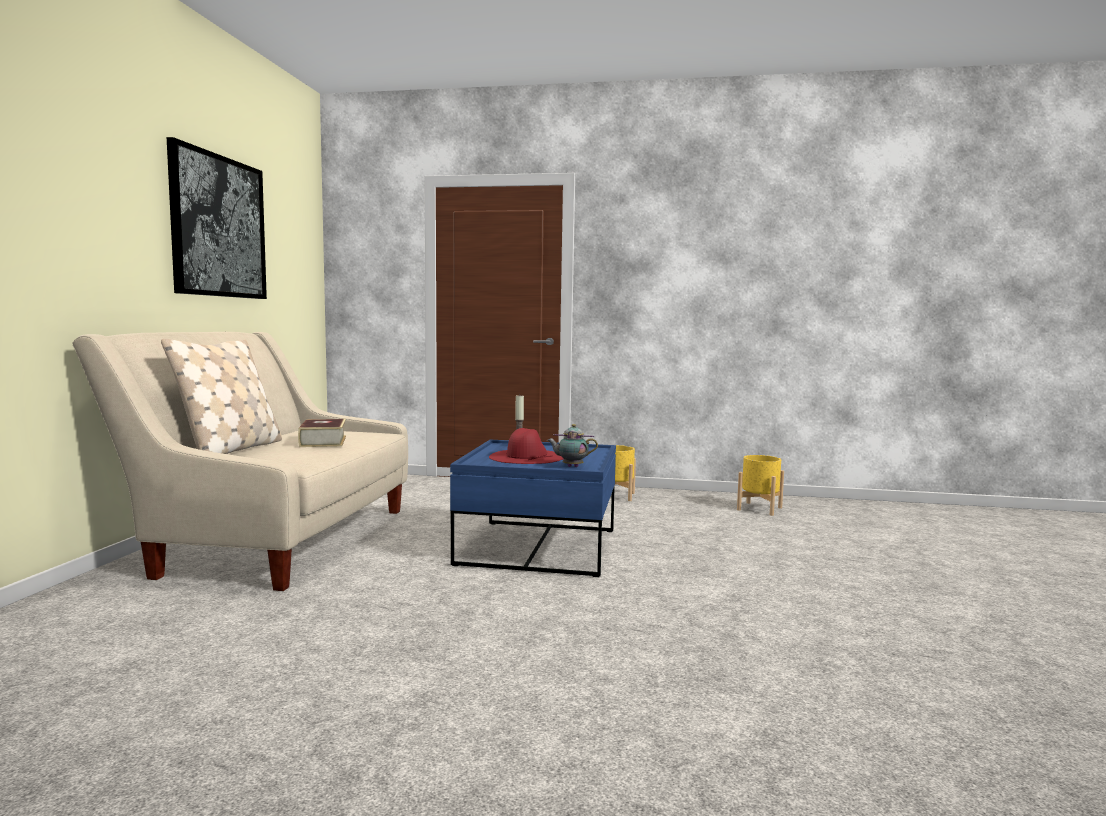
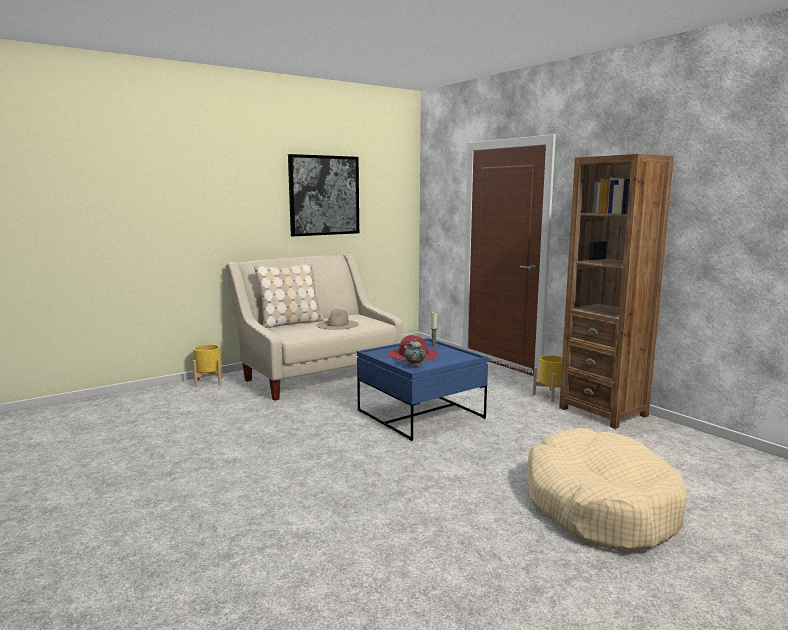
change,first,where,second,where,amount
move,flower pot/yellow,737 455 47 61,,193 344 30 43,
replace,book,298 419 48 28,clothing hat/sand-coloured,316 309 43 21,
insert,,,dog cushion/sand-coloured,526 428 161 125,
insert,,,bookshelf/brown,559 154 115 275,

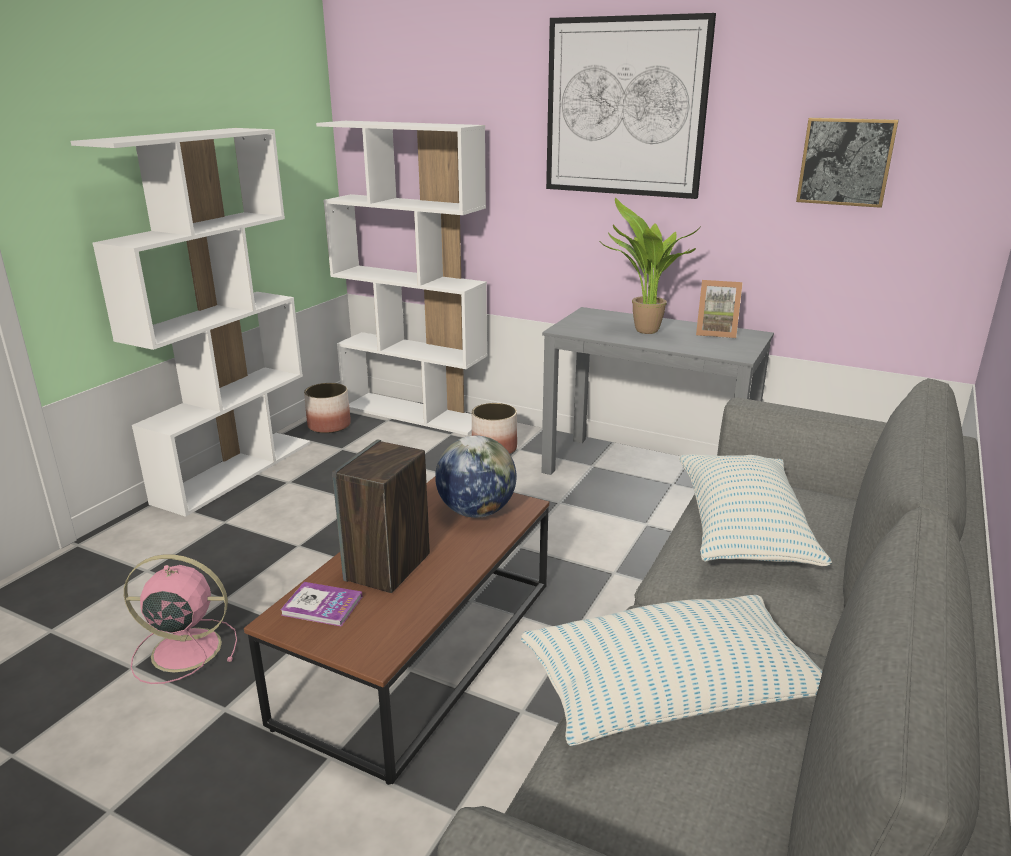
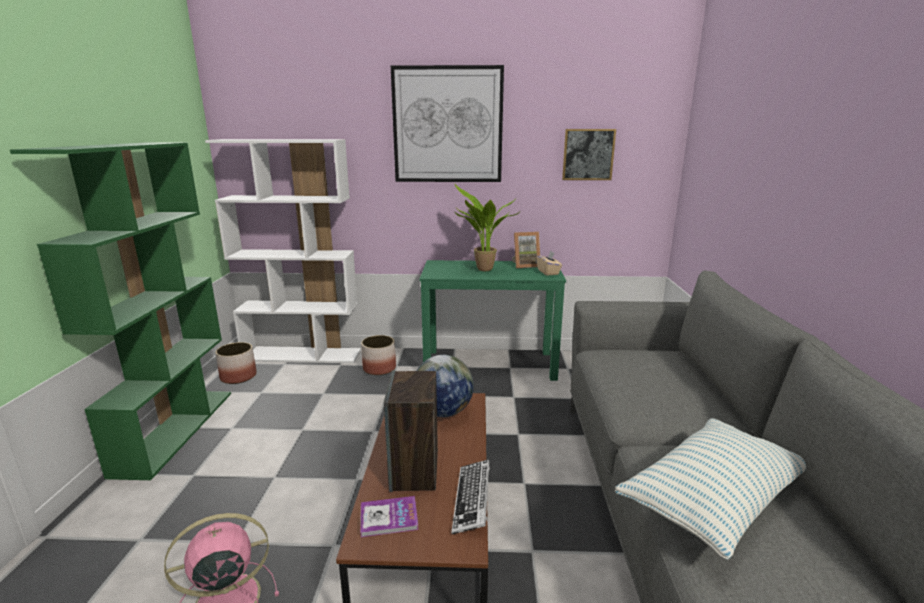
change,first,where,second,where,amount
recolor,bookshelf/whitish,71 128 239 389,bookshelf/green-coloured,10 143 221 337,
recolor,desk unit/grey,542 307 232 168,desk unit/green-coloured,419 260 147 121,
insert,,,PC keyboard,451 460 39 75,
insert,,,tissue box/sand-coloured,536 251 26 25,
delete,cushion,679 454 153 112,,,

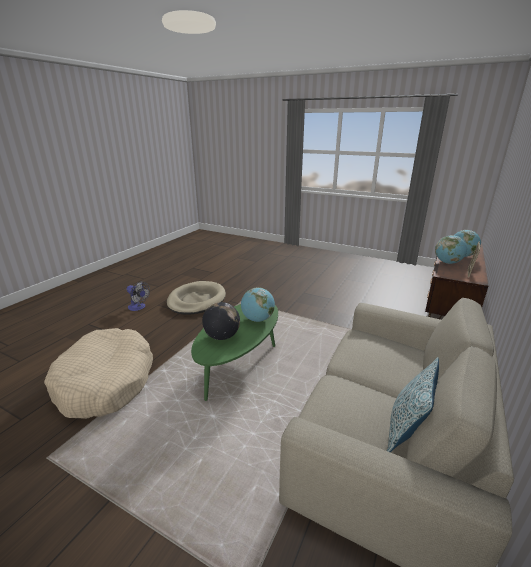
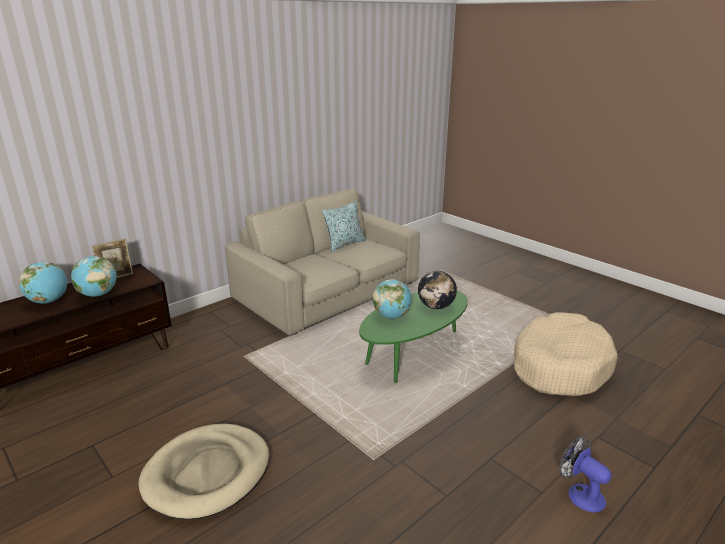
change,first,where,second,where,amount
move,dog cushion/sand-coloured,167 281 59 34,,138 424 131 96,

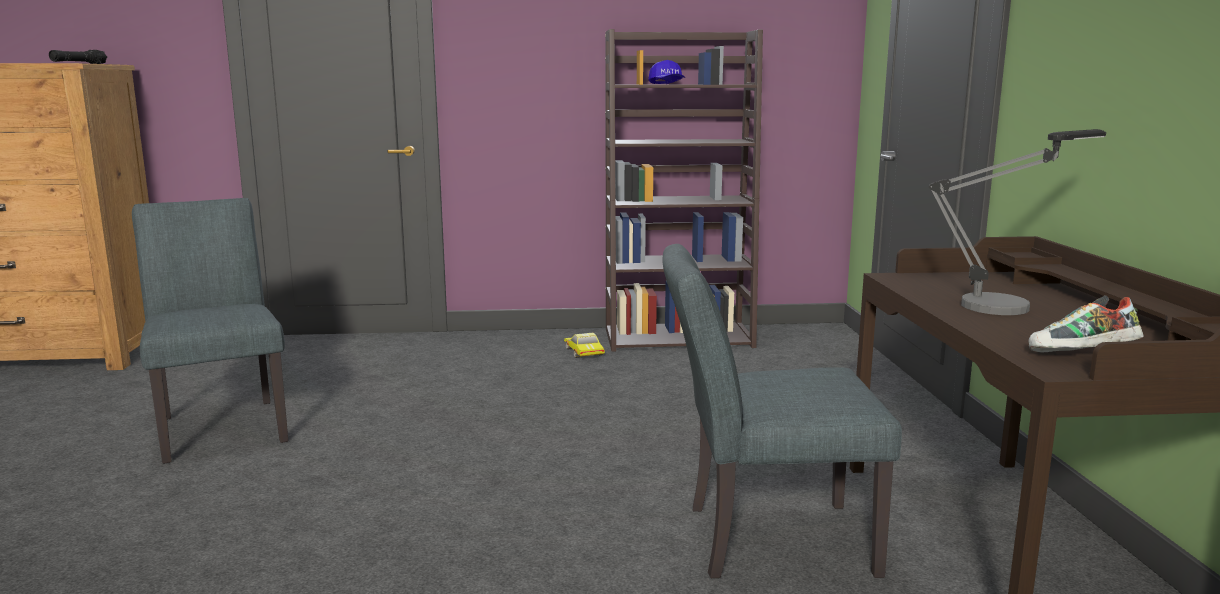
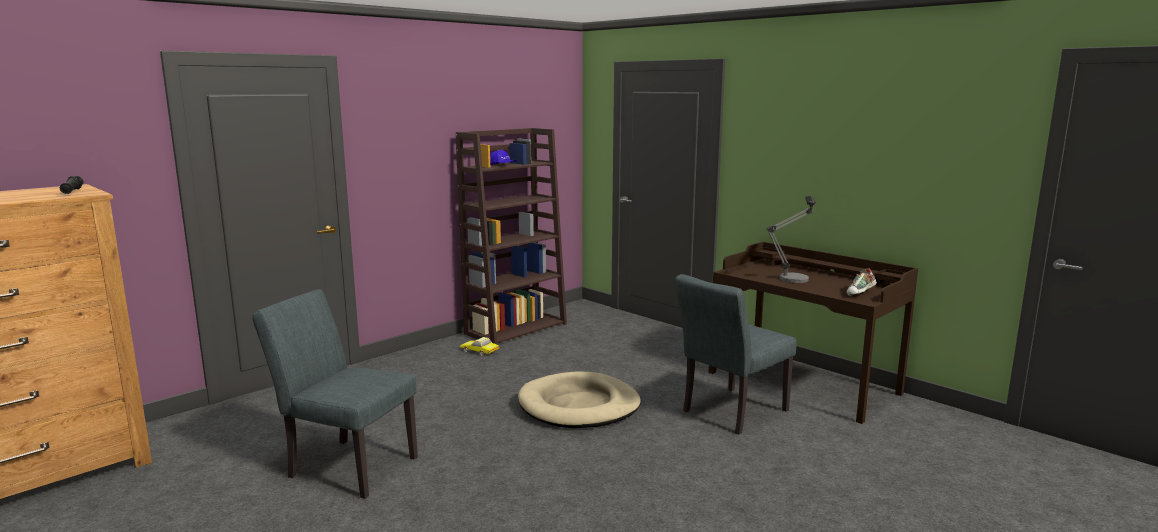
change,first,where,second,where,amount
insert,,,dog cushion/sand-coloured,518 371 123 57,

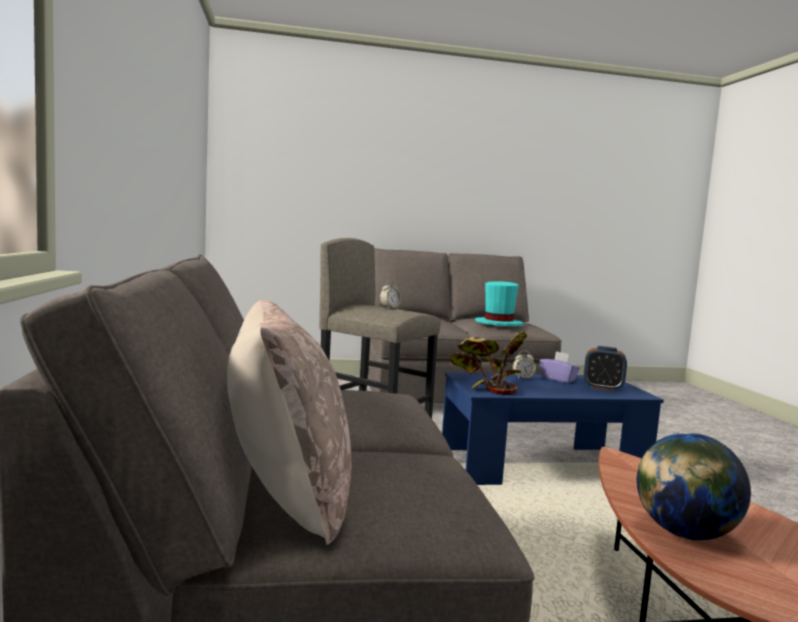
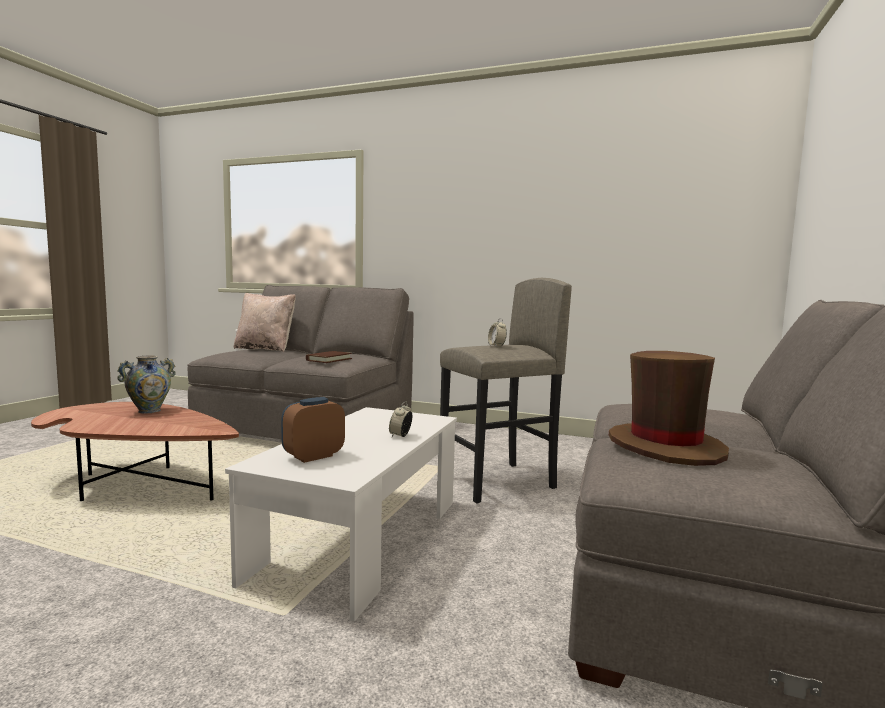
change,first,where,second,where,amount
replace,desk globe,637 432 114 108,vase,117 355 59 59,
recolor,low table/blue-coloured,442 372 222 113,low table/whitish,225 407 232 215,
insert,,,book/brown,306 351 46 12,
recolor,clothing hat/turquoise,475 281 49 45,clothing hat/brown,609 351 120 115,
delete,plant in a pot,449 332 78 63,,,
delete,tissue box/purple-coloured,540 351 40 32,,,

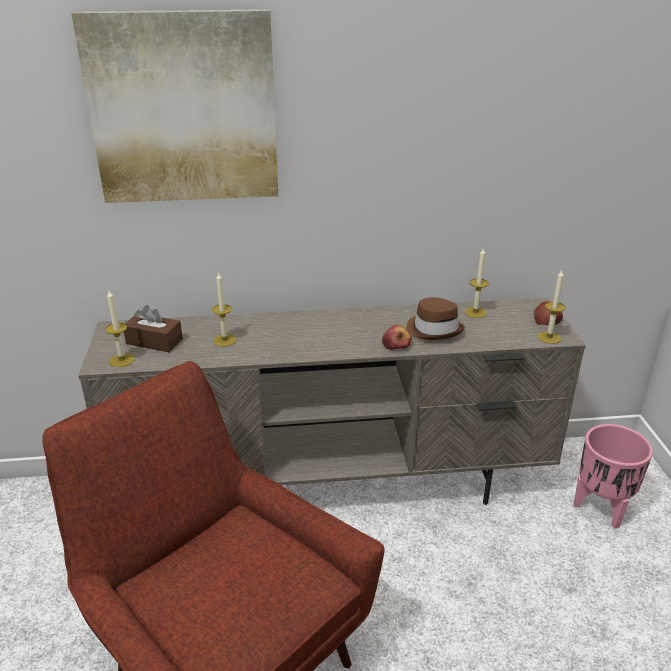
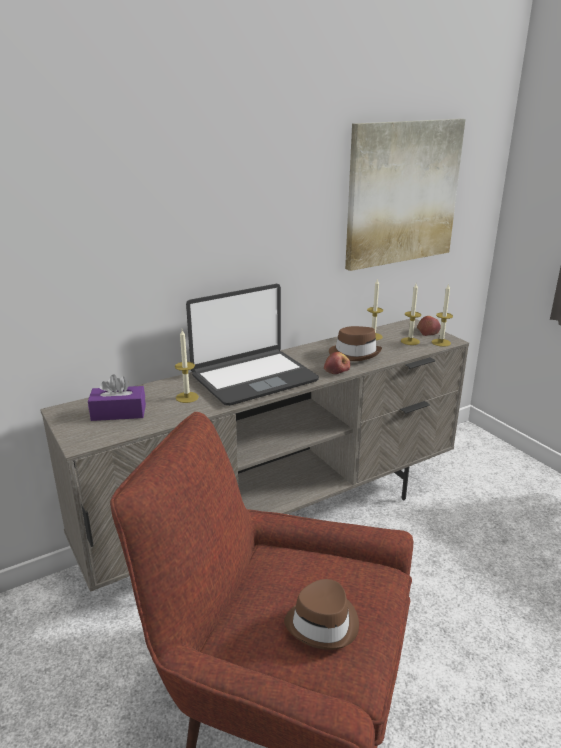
change,first,where,second,where,amount
recolor,tissue box/brown,124 305 59 47,tissue box/purple-coloured,88 374 58 47,
insert,,,notebook computer,186 284 133 122,
insert,,,clothing hat/brown,284 579 75 71,
move,picture,71 9 207 194,,345 119 120 152,
move,wax candle,105 291 30 76,,401 283 20 62,
delete,flower pot/pinkish,574 424 79 105,,,

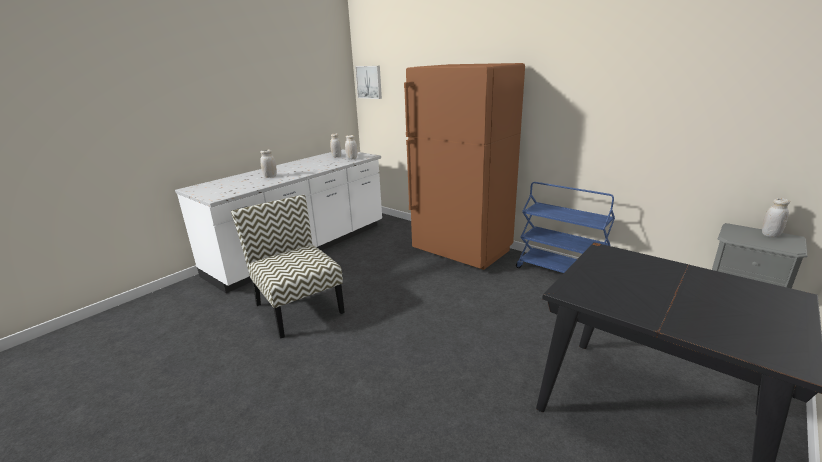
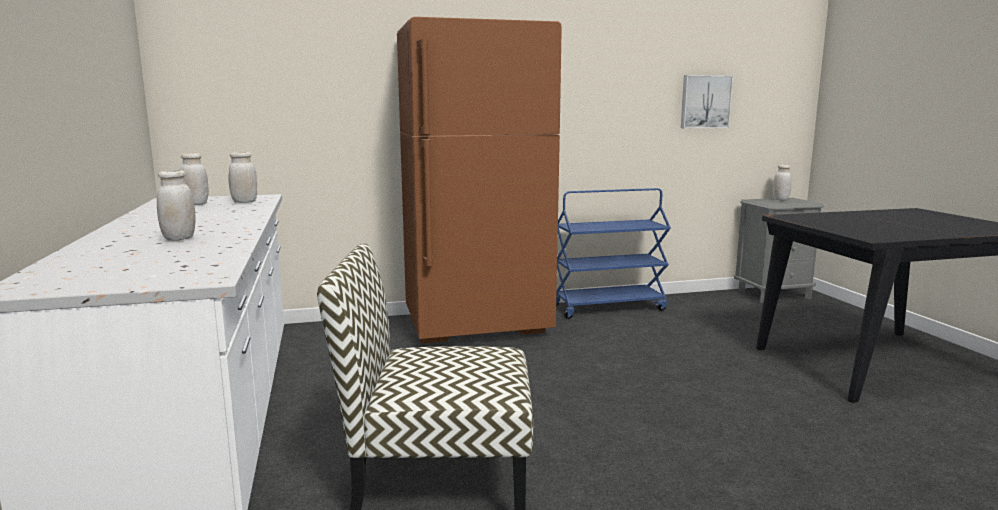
change,first,where,second,where,amount
move,picture,355 66 27 33,,681 75 52 53,

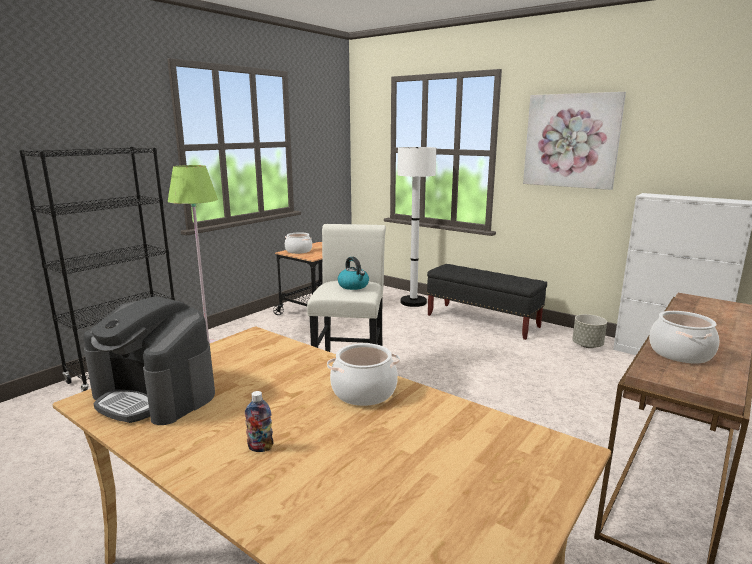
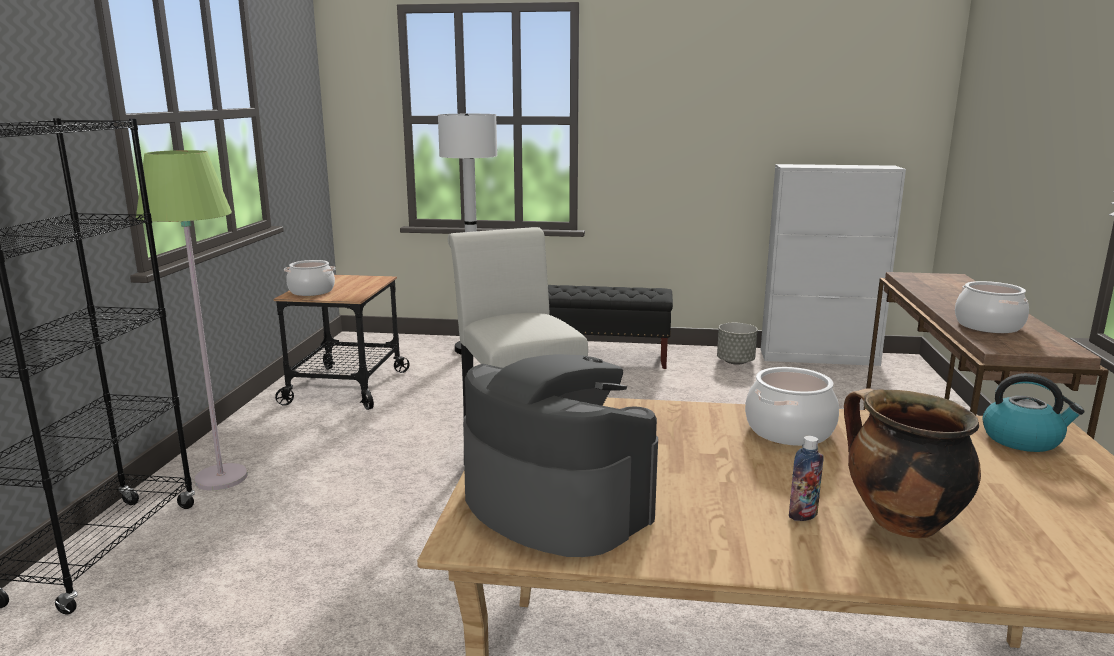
change,first,where,second,where,amount
rotate,coffee maker,84 296 131 129,,463 354 195 203,135 degrees counterclockwise
insert,,,saucepot,844 389 137 150,
move,water kettle,338 257 31 33,,983 373 102 79,
delete,picture,523 92 103 98,,,

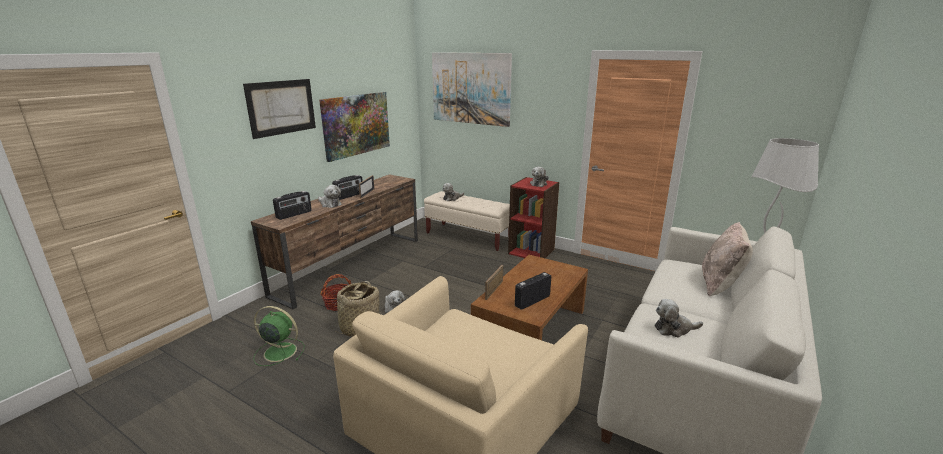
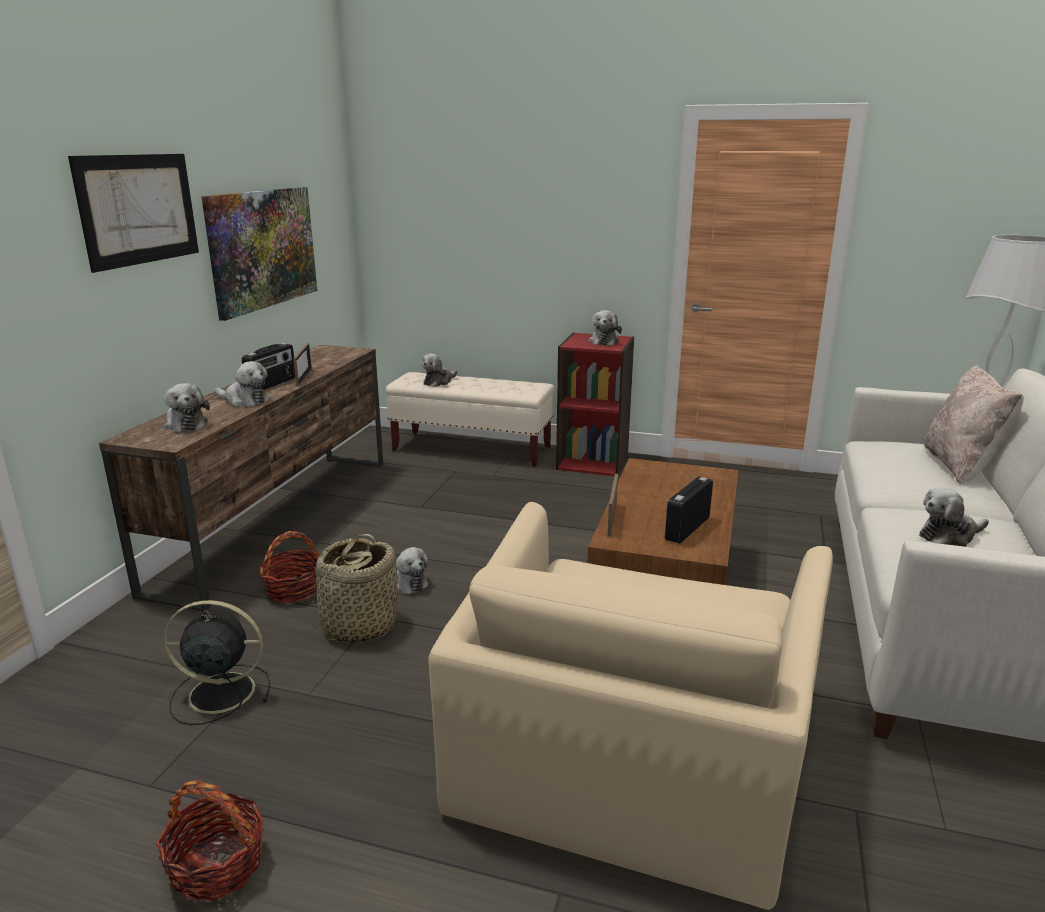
change,first,where,second,where,amount
insert,,,storage basket,156 780 108 121,
recolor,cooling fan/green-coloured,254 306 51 60,cooling fan/blackish,163 600 107 125,
replace,radio receiver,273 191 39 29,plush toy,164 383 46 49,
delete,picture,432 52 80 75,,,

